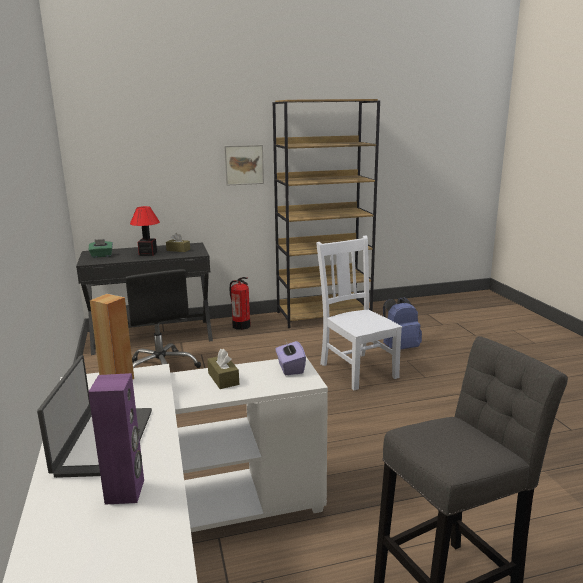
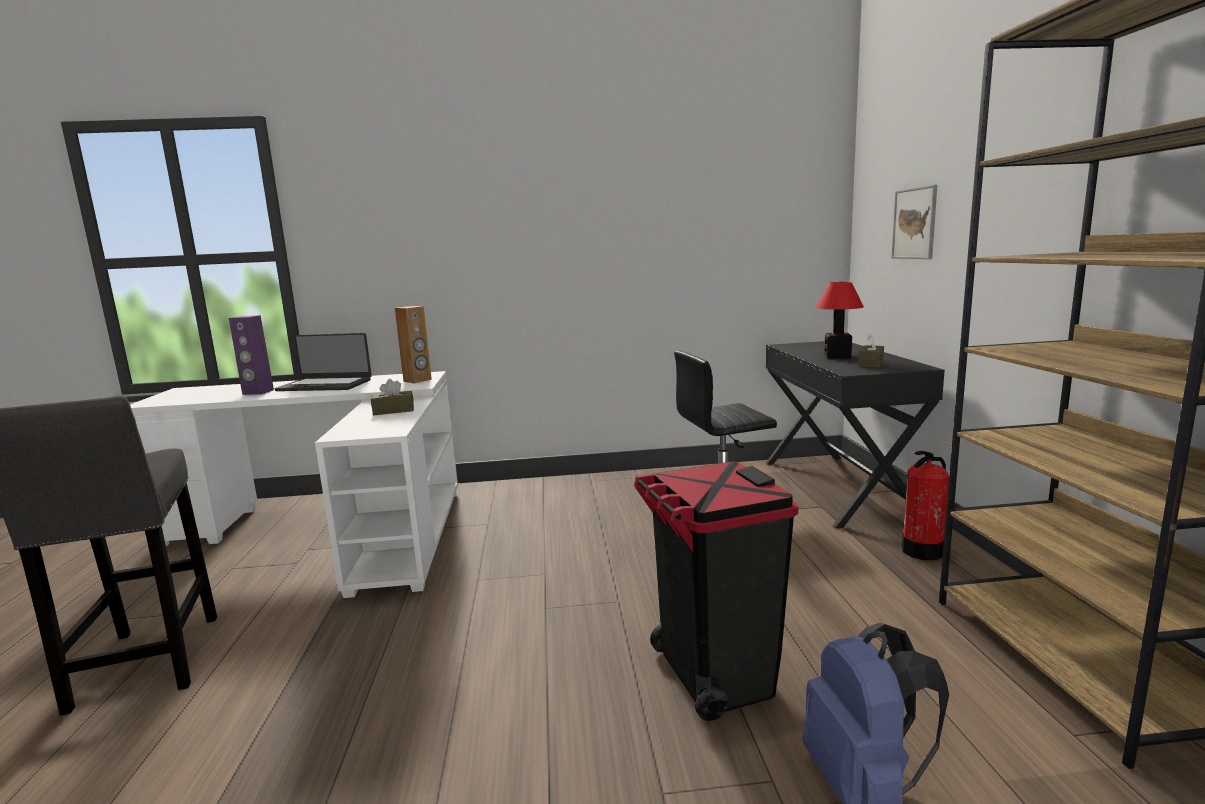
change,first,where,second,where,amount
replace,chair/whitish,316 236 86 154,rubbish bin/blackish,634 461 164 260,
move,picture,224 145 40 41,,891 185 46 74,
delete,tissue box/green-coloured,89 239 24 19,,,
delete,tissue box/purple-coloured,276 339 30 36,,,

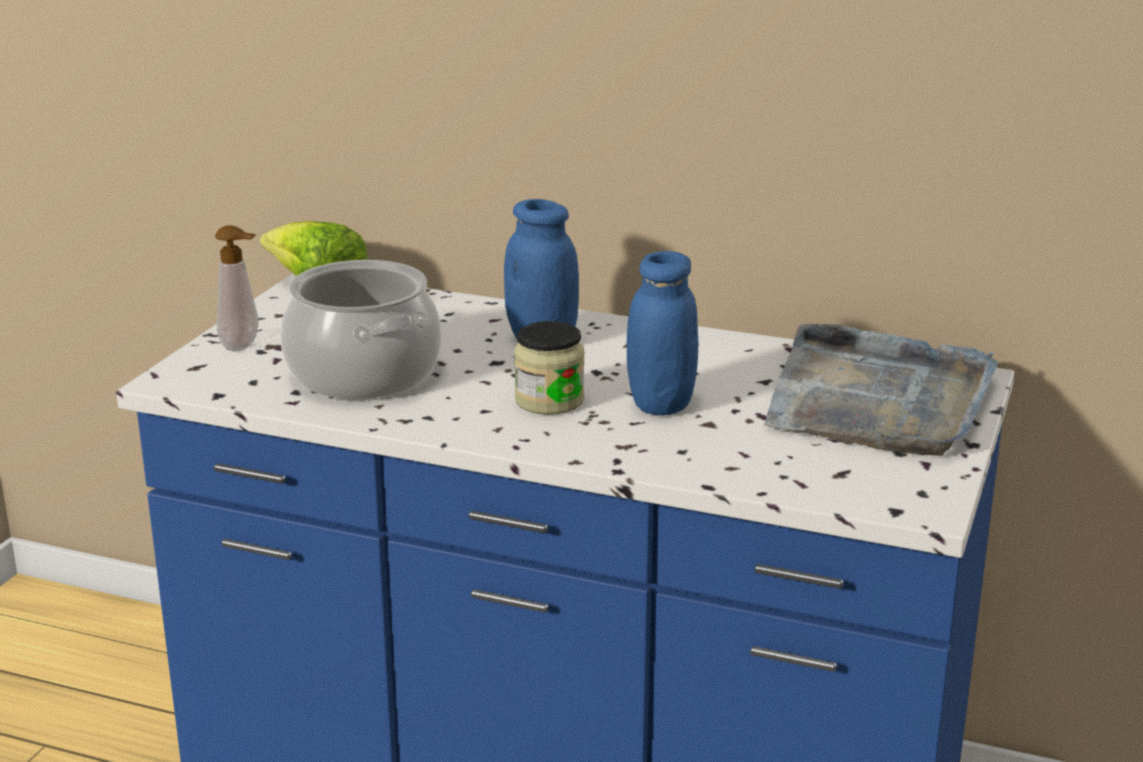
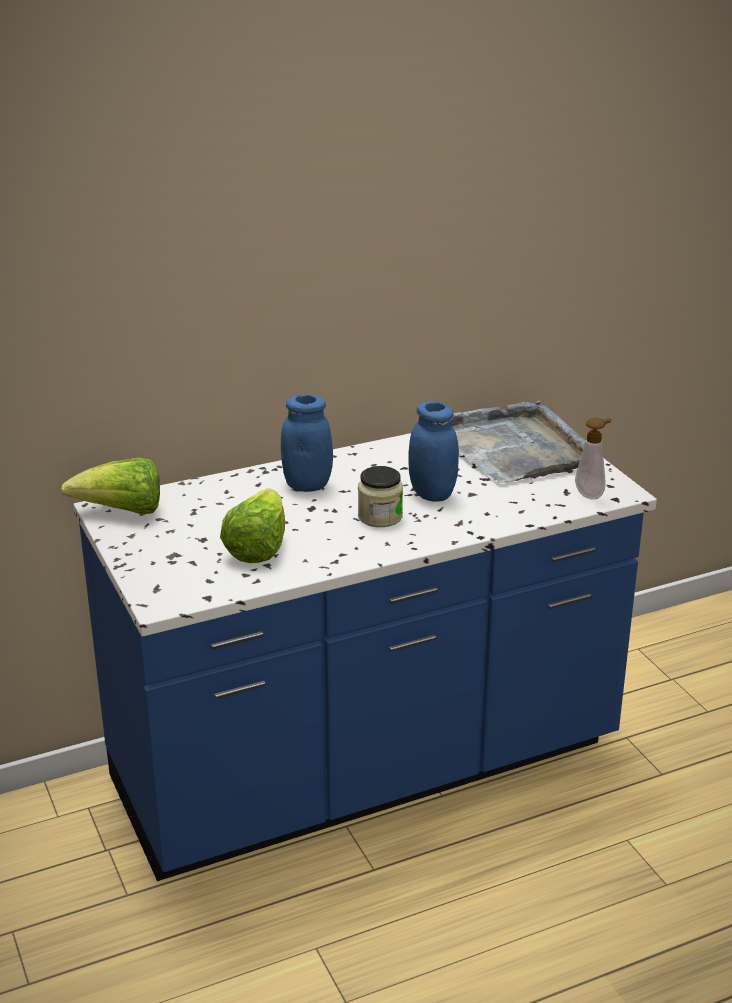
change,first,where,second,where,amount
replace,saucepot,280 260 161 139,head of lettuce,220 488 65 75,
move,liquid soap bottle,215 225 44 126,,575 417 37 82,

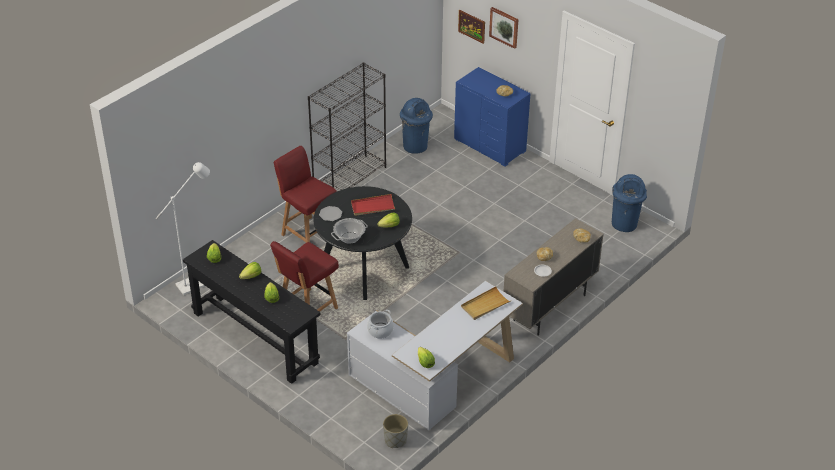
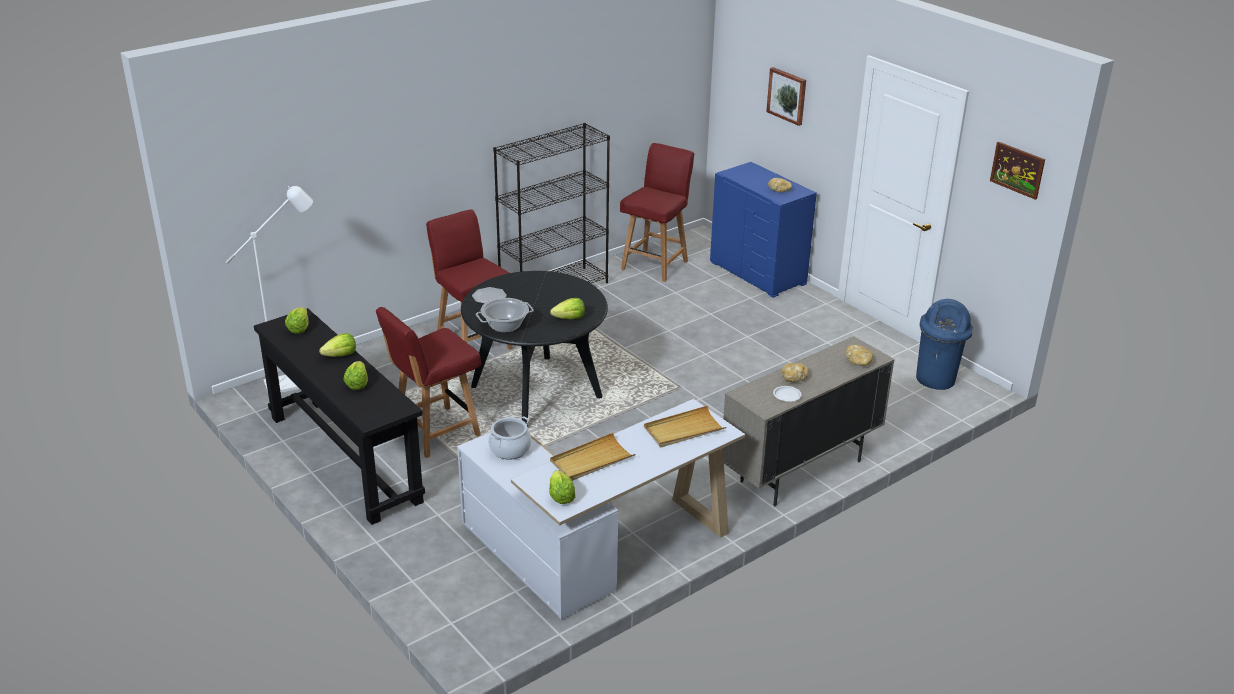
change,first,where,second,where,amount
insert,,,carrying tray/sand-coloured,550 433 85 48,
replace,rubbish bin/blue-coloured,400 98 33 56,chair/red,620 143 74 139,
move,picture,458 10 27 34,,990 141 55 59,
delete,carrying tray/red,351 194 44 22,,,
delete,flower pot/grey,383 414 25 34,,,

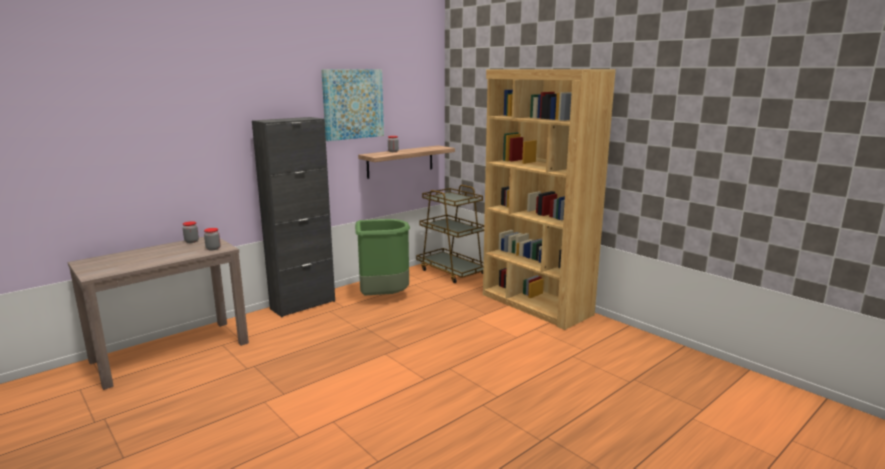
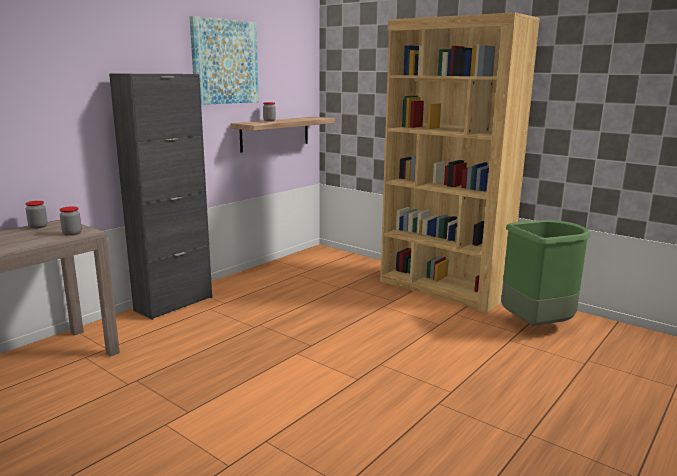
change,first,where,second,where,amount
move,rubbish bin/green-coloured,355 219 55 77,,501 220 89 106,
delete,cart/brown,416 185 68 98,,,

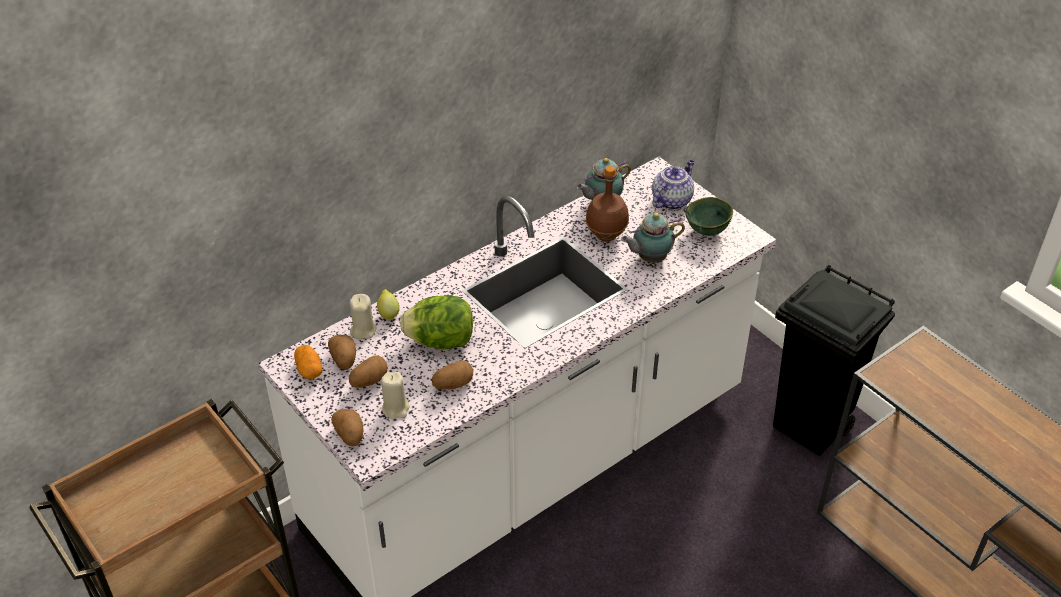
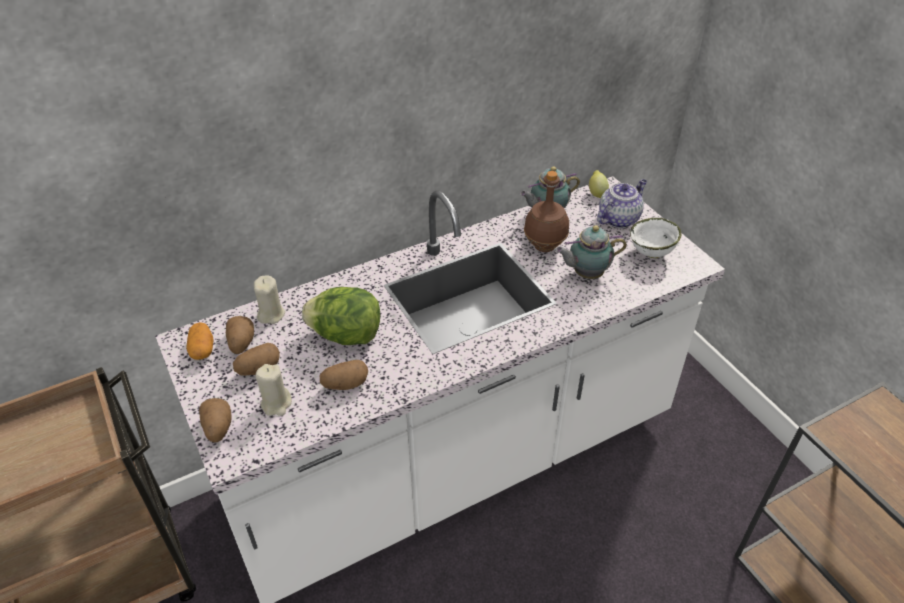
change,first,where,second,where,amount
move,whole lemon,377 289 23 31,,589 170 20 28,
recolor,bowl/green-coloured,686 197 47 39,bowl/whitish,630 218 52 40,
delete,rubbish bin/blackish,773 265 122 191,,,

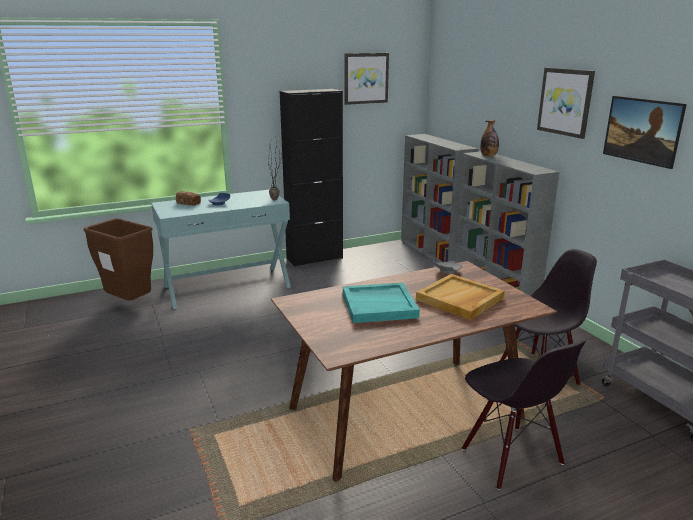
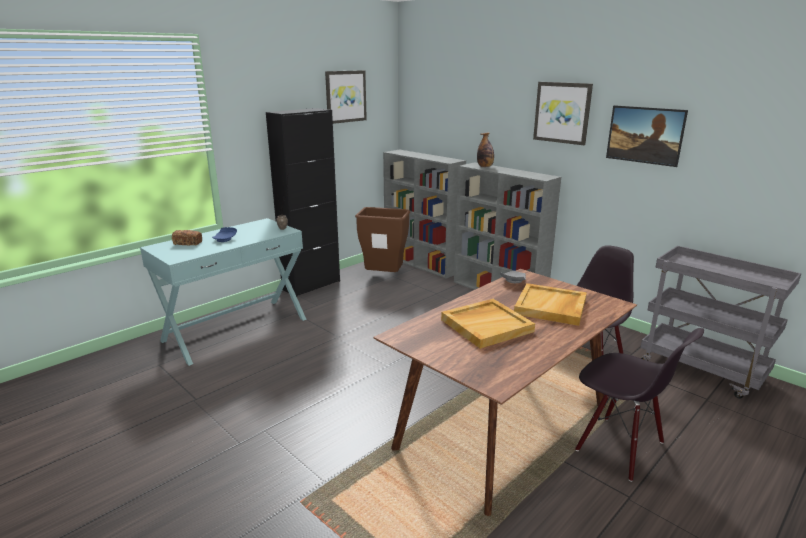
change,first,where,second,where,amount
move,rubbish bin/brown,84 218 69 82,,355 207 55 65,
recolor,carrying tray/turquoise,343 282 77 41,carrying tray/sand-coloured,441 299 94 50,

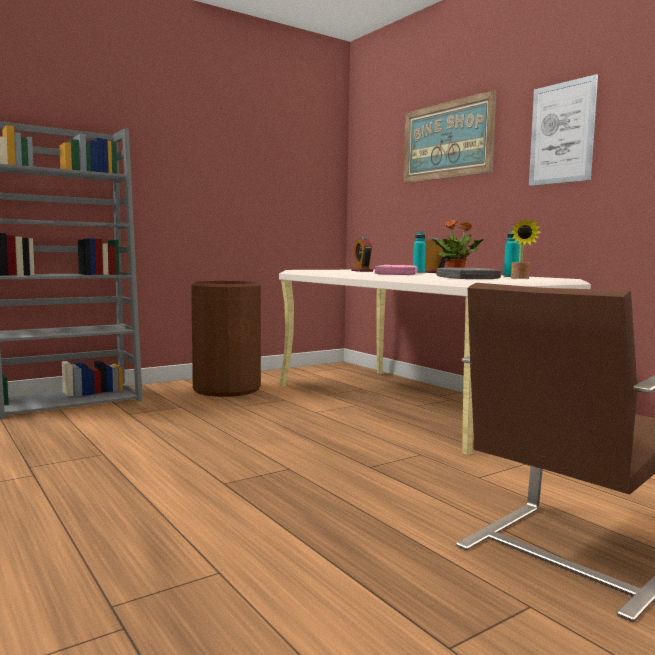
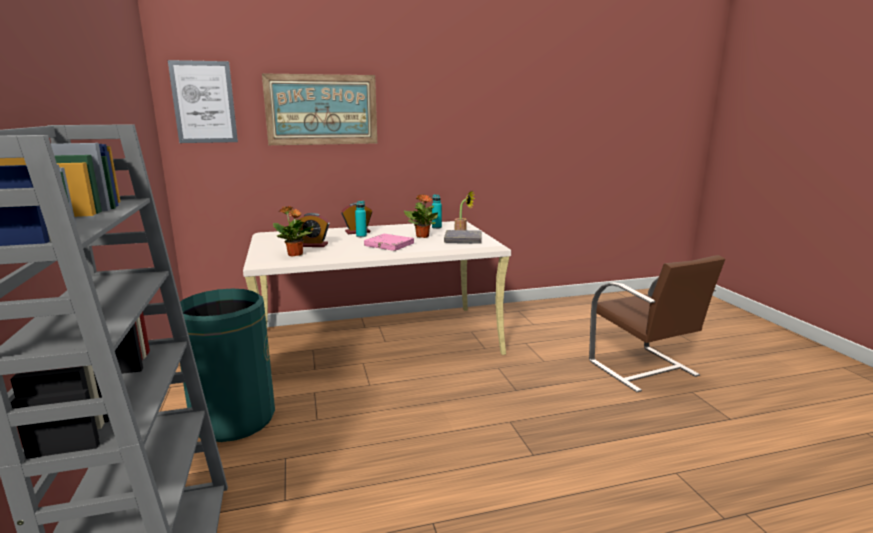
change,first,where,second,where,amount
move,picture,529 74 69 112,,168 60 70 83,
recolor,rubbish bin/brown,191 281 70 116,rubbish bin/green-coloured,180 289 95 153,
insert,,,plant in a pot,273 206 42 50,

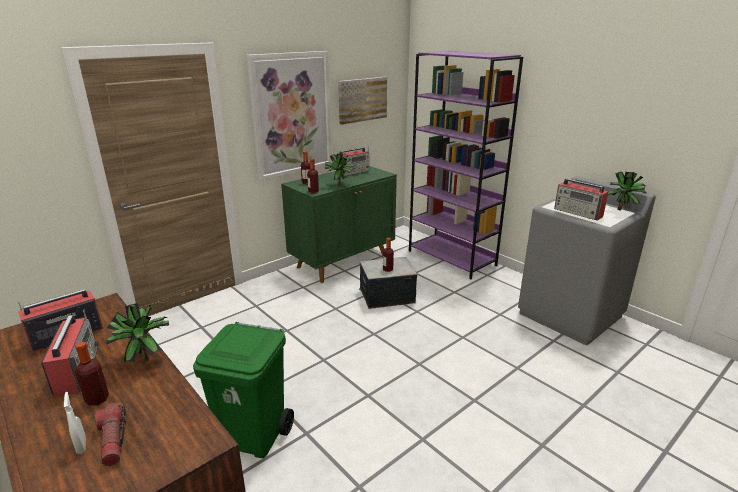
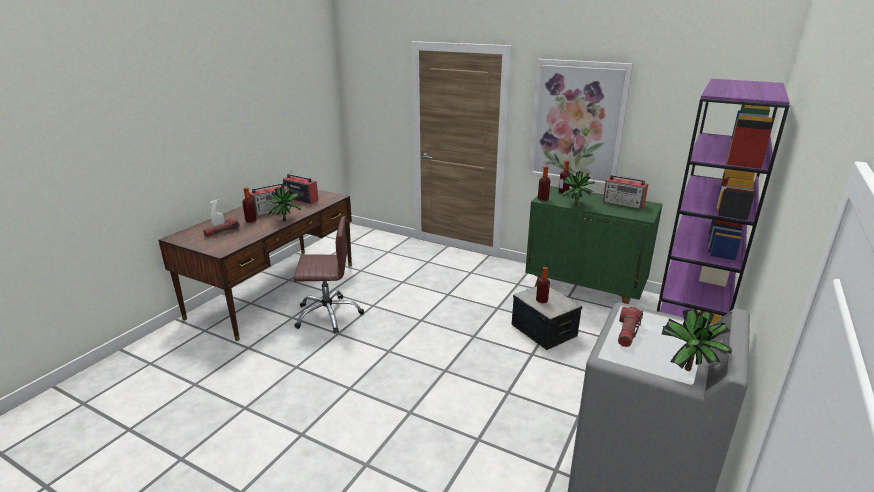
change,first,where,second,where,amount
replace,rubbish bin/green-coloured,193 322 101 136,office chair/brown,293 216 71 118,
replace,radio receiver,554 178 55 43,flashlight,618 307 25 40,
delete,picture,338 77 49 48,,,

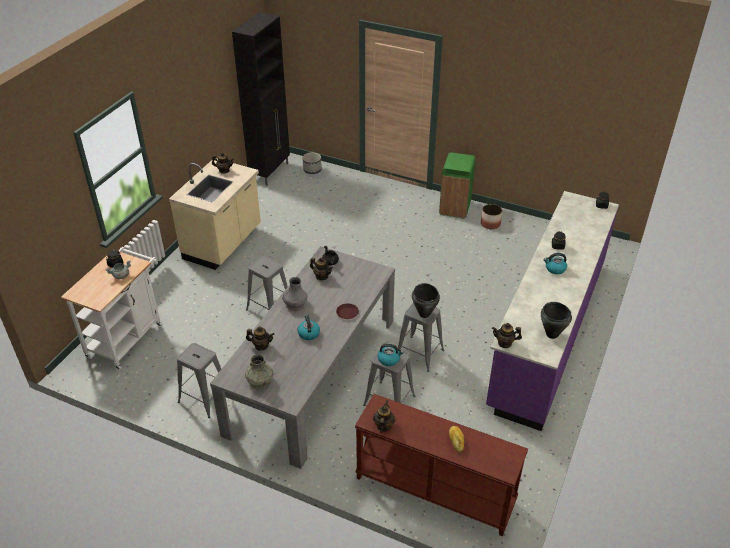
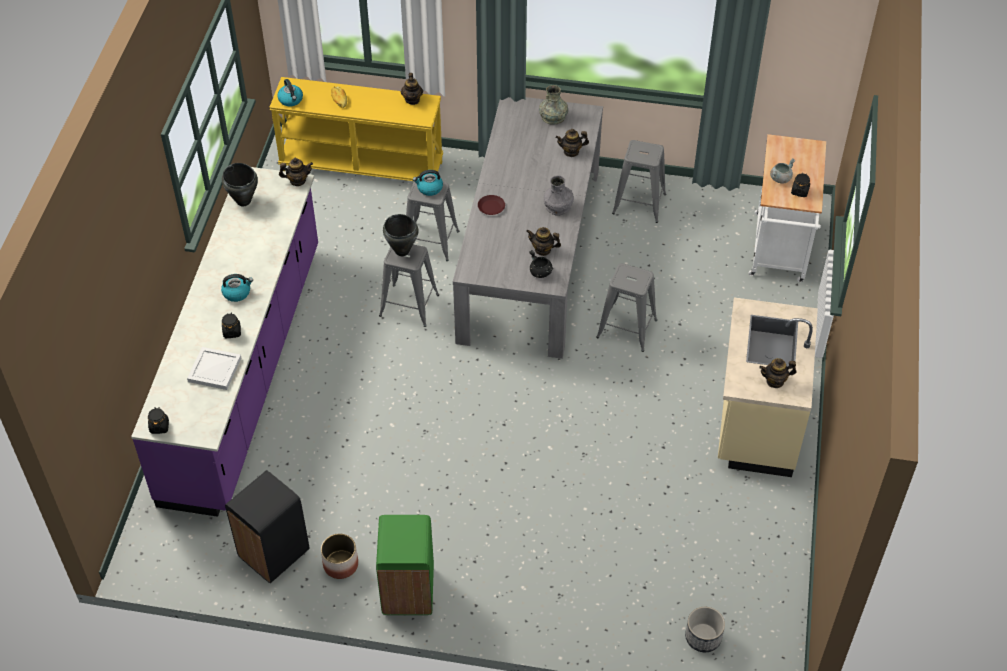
change,first,where,second,where,amount
insert,,,carrying tray/whitish,187 347 54 43,
insert,,,rubbish bin/blackish,225 470 85 113,
recolor,narrow table/brown,355 394 173 142,narrow table/yellow,269 77 174 104,
move,water kettle,298 315 22 25,,278 79 25 27,
delete,cabinet/blackish,232 12 58 174,,,

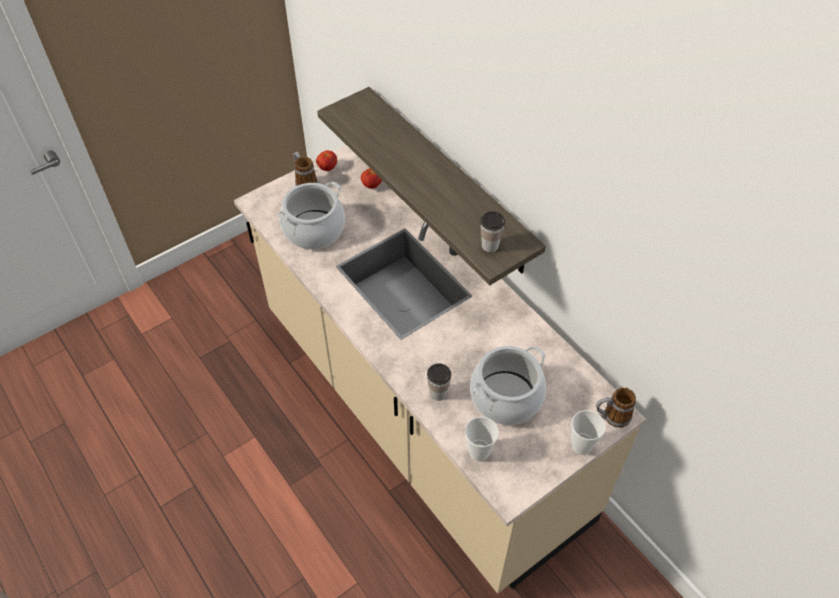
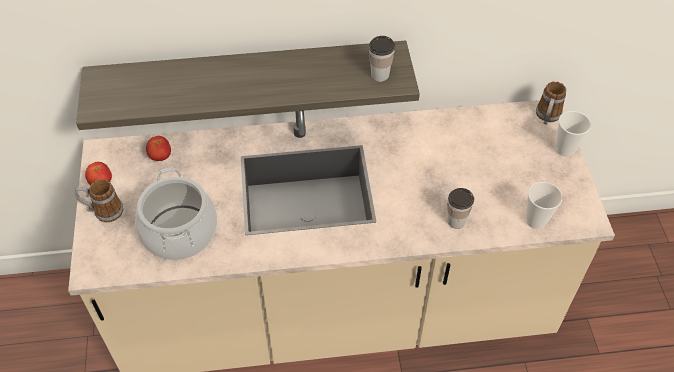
change,first,where,second,where,amount
delete,saucepot,470 346 76 79,,,

